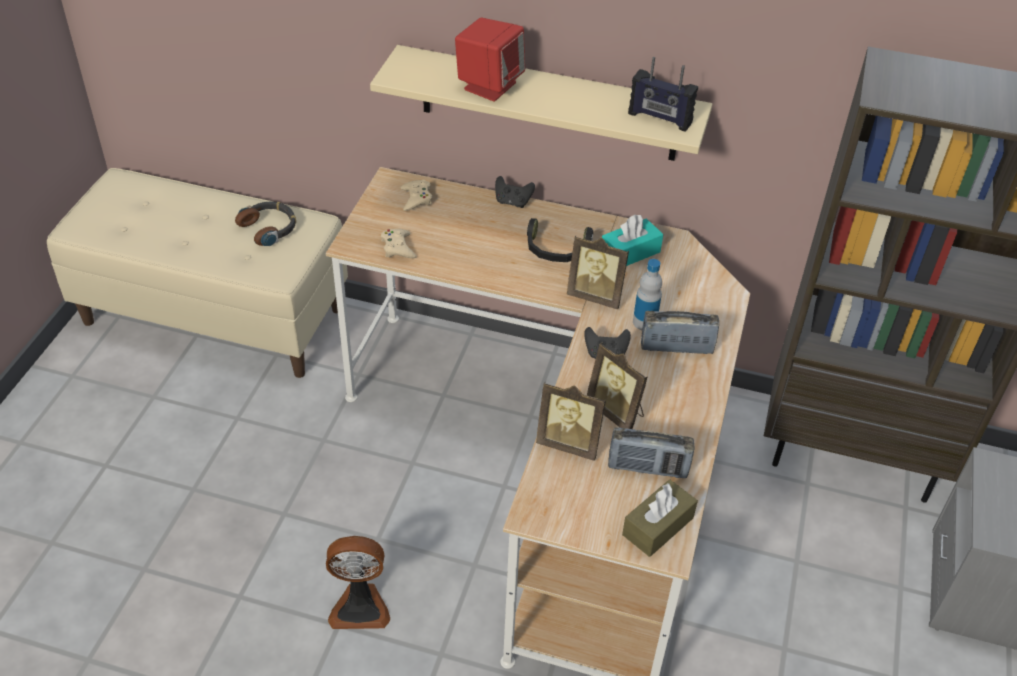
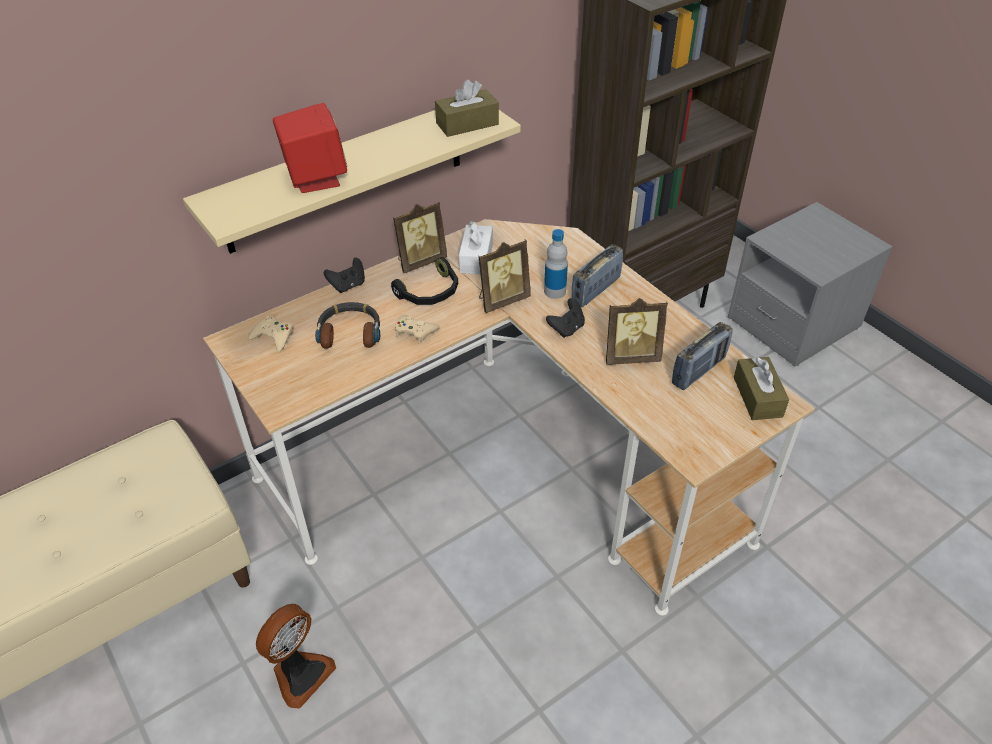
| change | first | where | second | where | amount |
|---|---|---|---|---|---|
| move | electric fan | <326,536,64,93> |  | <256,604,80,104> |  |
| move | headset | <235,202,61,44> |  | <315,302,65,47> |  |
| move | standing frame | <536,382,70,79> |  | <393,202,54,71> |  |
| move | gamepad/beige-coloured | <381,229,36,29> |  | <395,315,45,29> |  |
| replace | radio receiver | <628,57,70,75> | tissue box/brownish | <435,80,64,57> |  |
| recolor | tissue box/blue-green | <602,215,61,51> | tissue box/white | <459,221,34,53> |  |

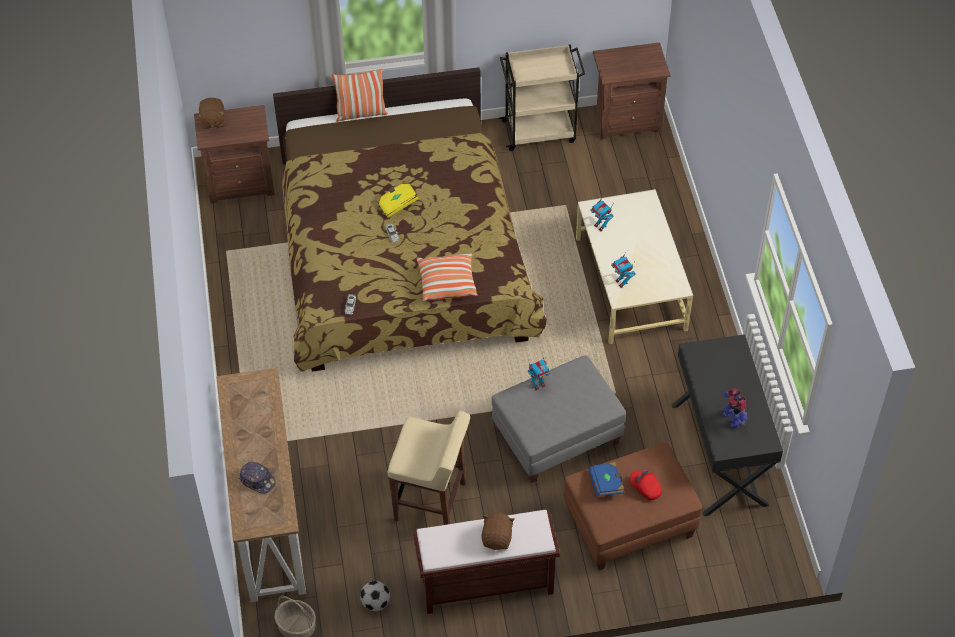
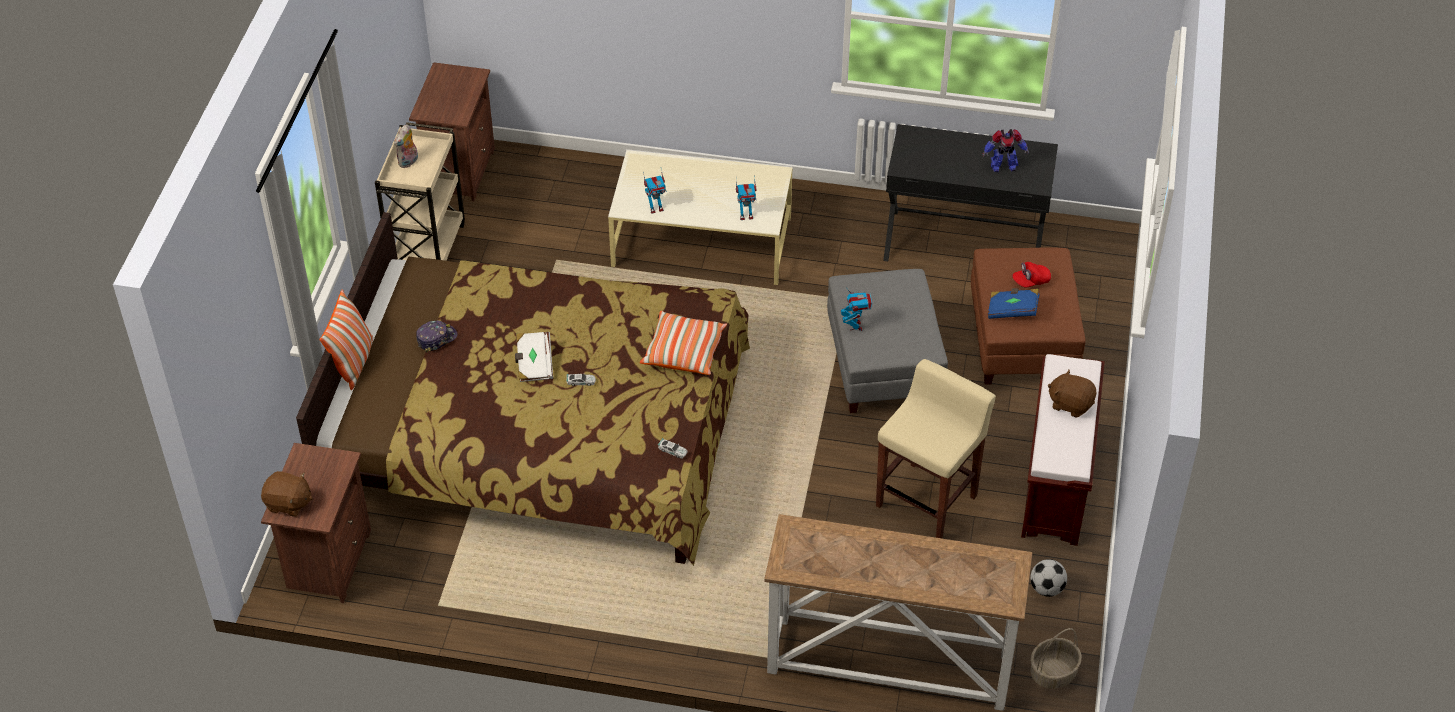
| change | first | where | second | where | amount |
|---|---|---|---|---|---|
| insert |  |  | plush toy | <394,125,24,43> |  |
| move | cap | <239,462,37,32> |  | <416,320,42,32> |  |
| recolor | book/yellowish | <376,180,43,38> | book/white | <515,332,38,50> |  |

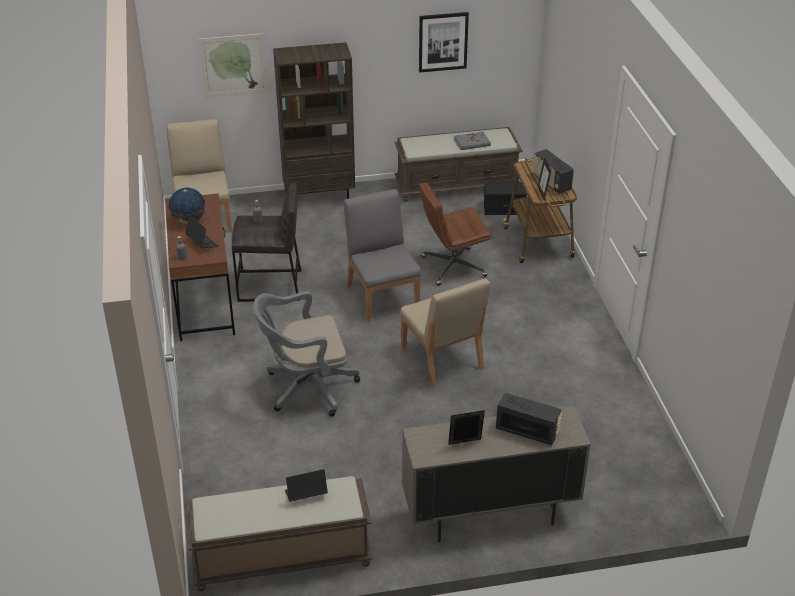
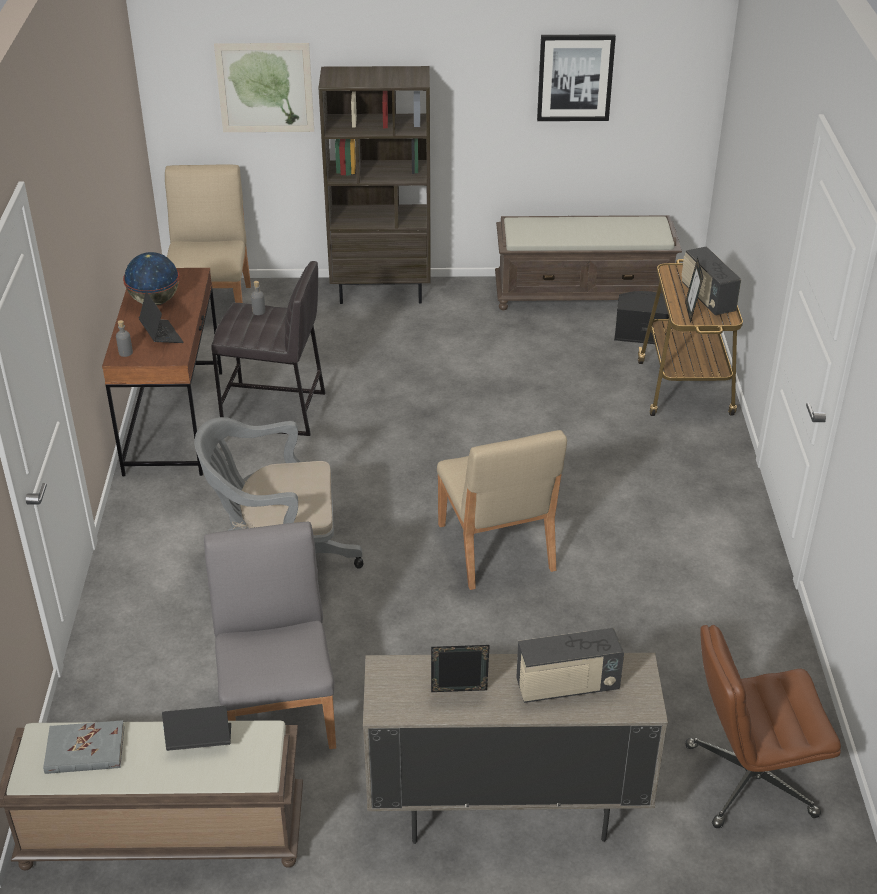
| change | first | where | second | where | amount |
|---|---|---|---|---|---|
| move | book/gray | <454,132,37,18> |  | <43,720,82,54> |  |
| move | chair/gray | <344,189,77,133> |  | <204,522,132,227> |  |
| rotate | radio receiver | <496,393,66,53> |  | <516,628,108,75> | 135 degrees clockwise |
| move | computer chair/brownish | <419,182,72,104> |  | <686,625,155,203> |  |

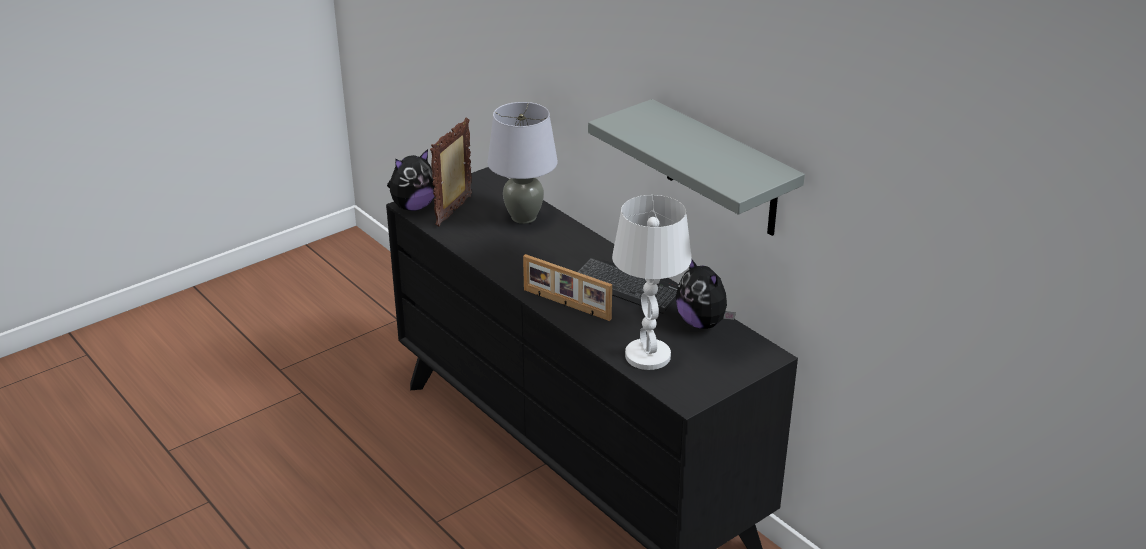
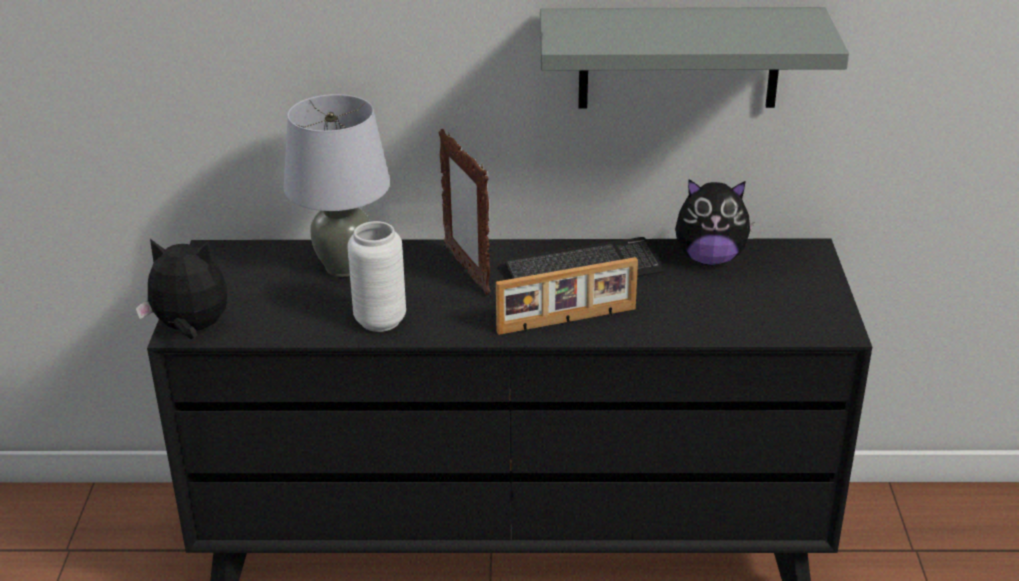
| change | first | where | second | where | amount |
|---|---|---|---|---|---|
| rotate | plush toy | <387,149,48,62> |  | <135,239,92,100> | 90 degrees counterclockwise |
| insert |  |  | vase/white | <347,221,59,111> |  |
| move | standing frame | <430,118,42,108> |  | <439,129,52,166> |  |
| delete | lamp for a table/white | <612,195,80,175> |  |  |  |

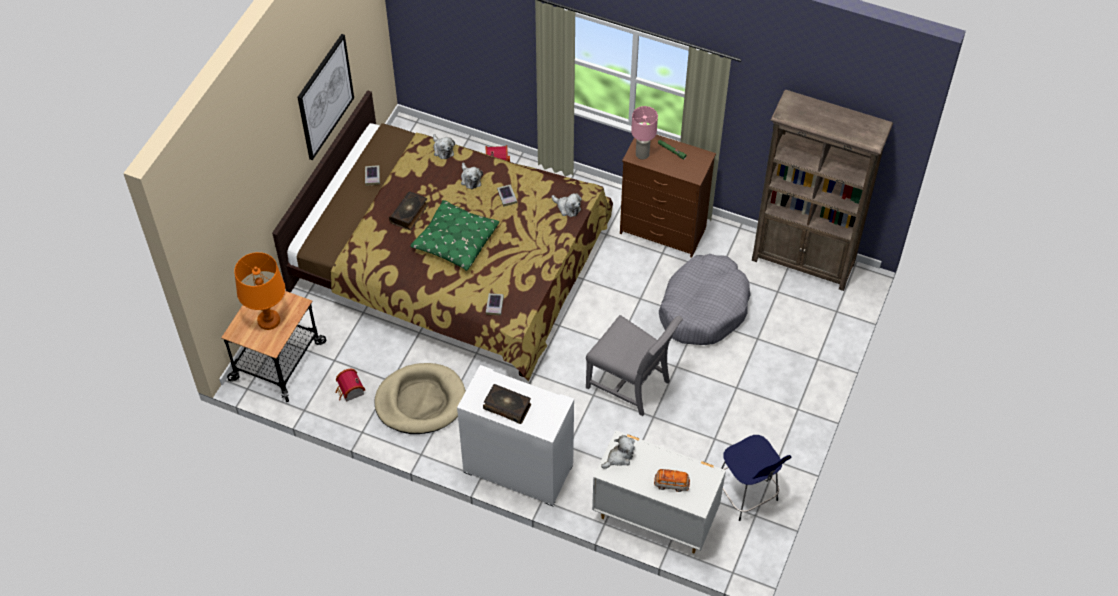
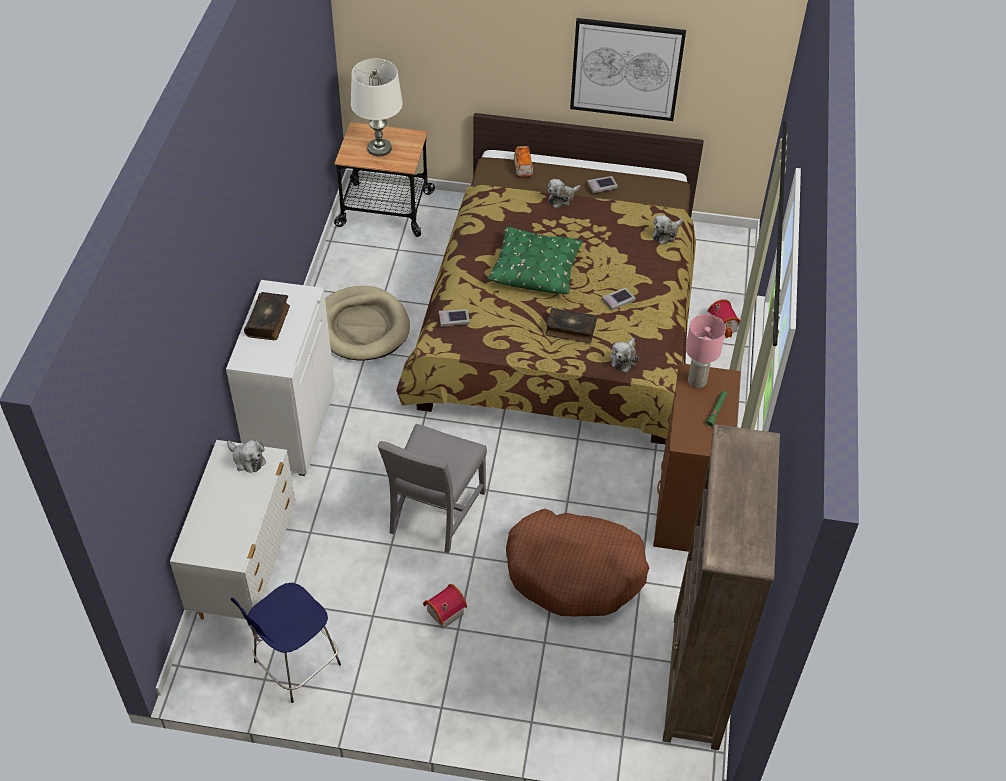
| change | first | where | second | where | amount |
|---|---|---|---|---|---|
| recolor | lamp for a table/orangey | <234,252,51,78> | lamp for a table/white | <351,58,52,99> |  |
| move | miniature house | <336,369,29,33> |  | <423,584,44,45> |  |
| recolor | pet bed/gray | <659,254,92,91> | pet bed/brownish | <506,509,143,107> |  |
| move | toy car | <654,469,36,23> |  | <514,146,20,31> |  |
| move | book | <389,191,39,39> |  | <546,307,51,36> |  |
| move | plush toy | <461,163,22,26> |  | <548,179,33,30> |  |

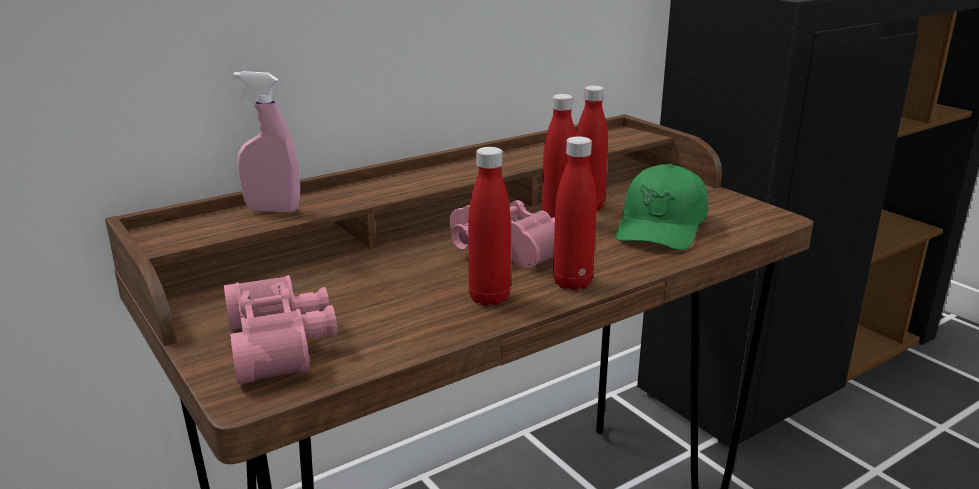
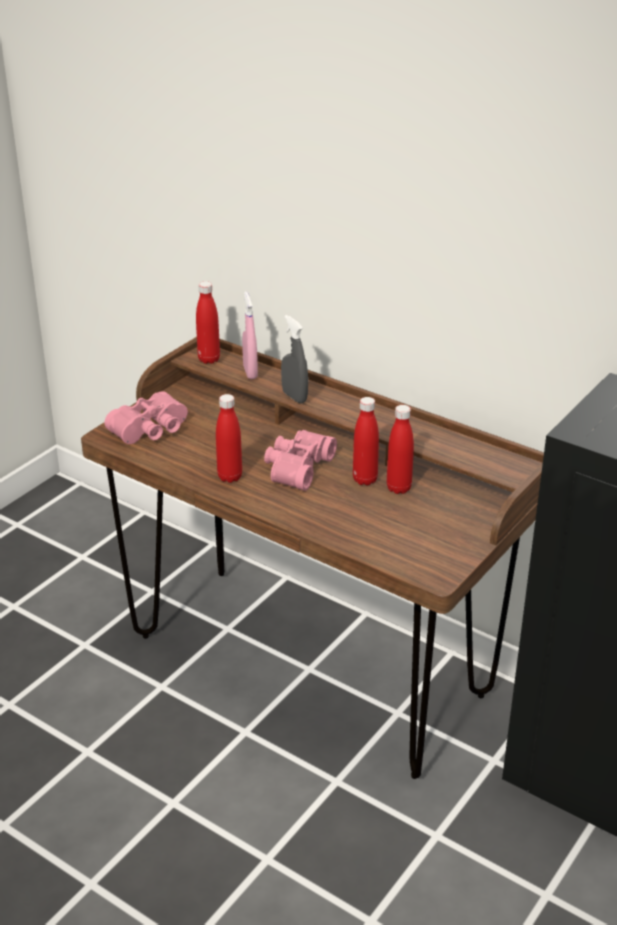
| change | first | where | second | where | amount |
|---|---|---|---|---|---|
| move | bottle/reddish | <553,136,44,154> |  | <196,281,24,83> |  |
| insert |  |  | hand sprayer/gray | <281,315,27,89> |  |
| delete | cap/green | <616,164,92,86> |  |  |  |

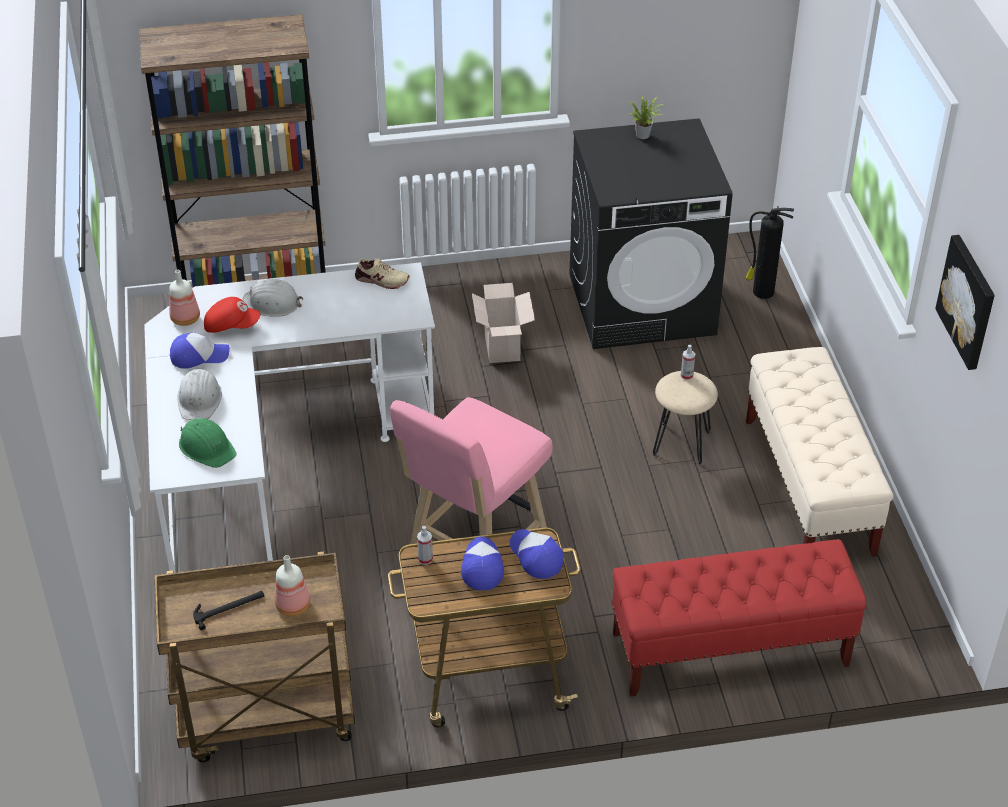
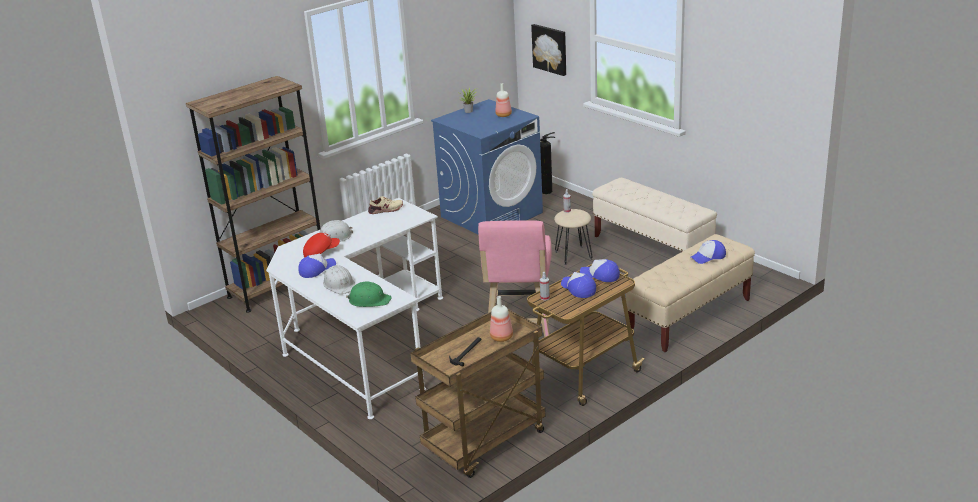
| change | first | where | second | where | amount |
|---|---|---|---|---|---|
| recolor | laundry machine/black-coloured | <569,118,164,231> | laundry machine/bluish | <431,99,112,135> |  |
| move | bottle | <169,270,31,56> |  | <495,83,17,34> |  |
| move | picture | <935,235,60,135> |  | <531,24,35,52> |  |
| recolor | indoor bench/reddish | <612,539,254,158> | indoor bench/beige-coloured | <626,234,129,118> |  |
| insert |  |  | cap | <691,240,35,24> |  |
| delete | cardboard box | <472,283,63,80> |  |  |  |

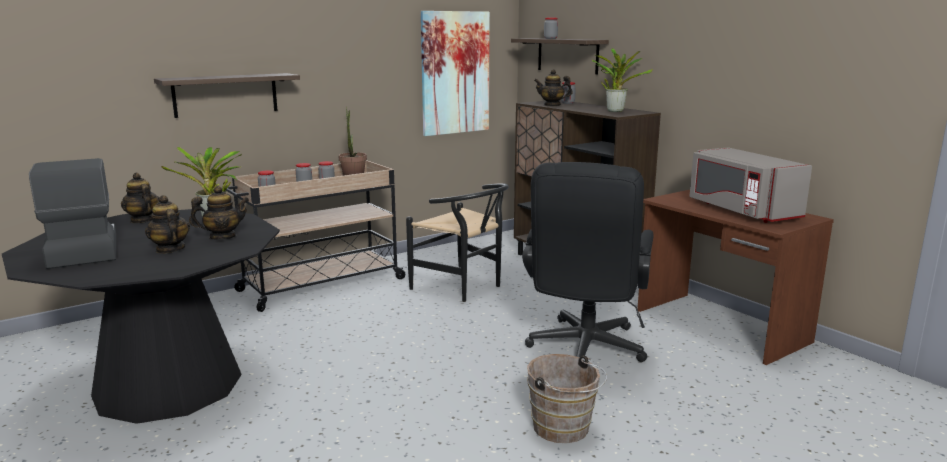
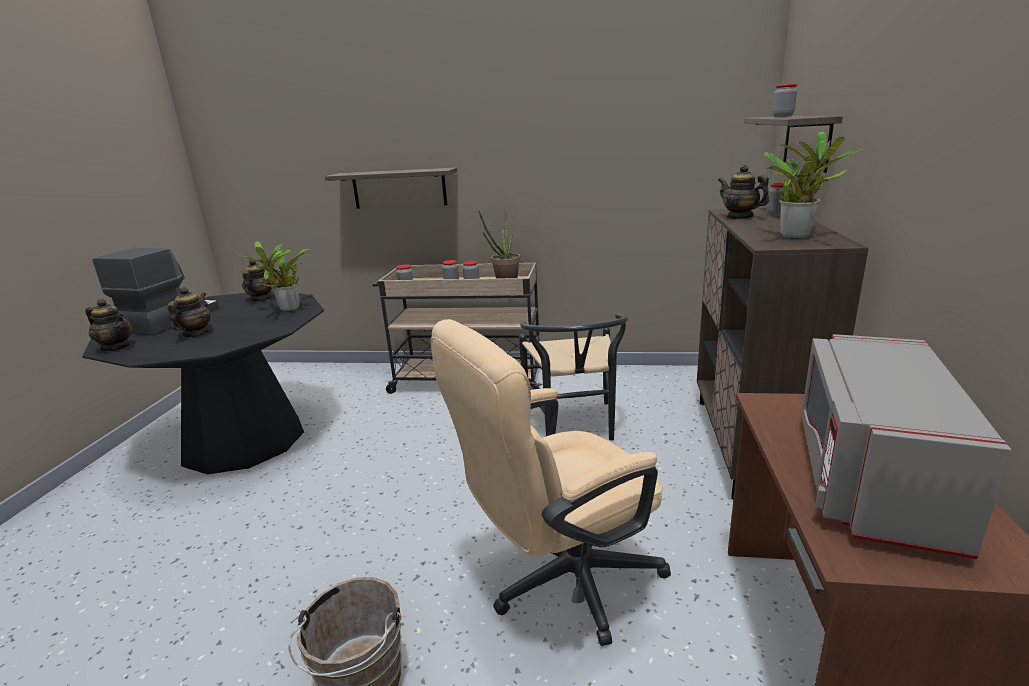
| change | first | where | second | where | amount |
|---|---|---|---|---|---|
| move | pot for tea | <189,186,60,54> |  | <85,299,47,52> |  |
| recolor | computer chair/black-coloured | <522,162,132,200> | computer chair/beige-coloured | <431,319,240,327> |  |
| delete | picture | <421,11,69,125> |  |  |  |

